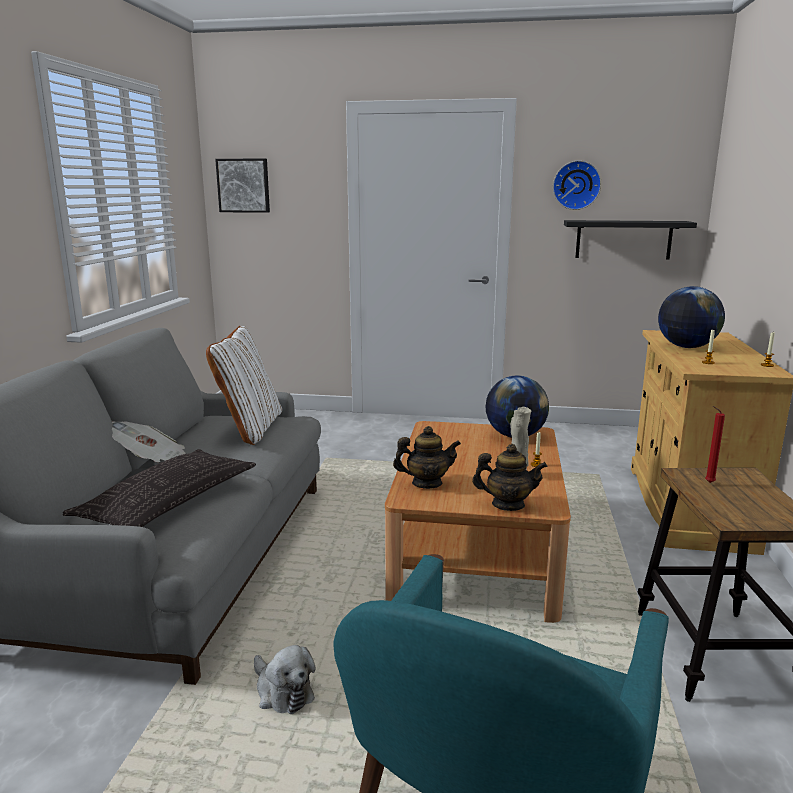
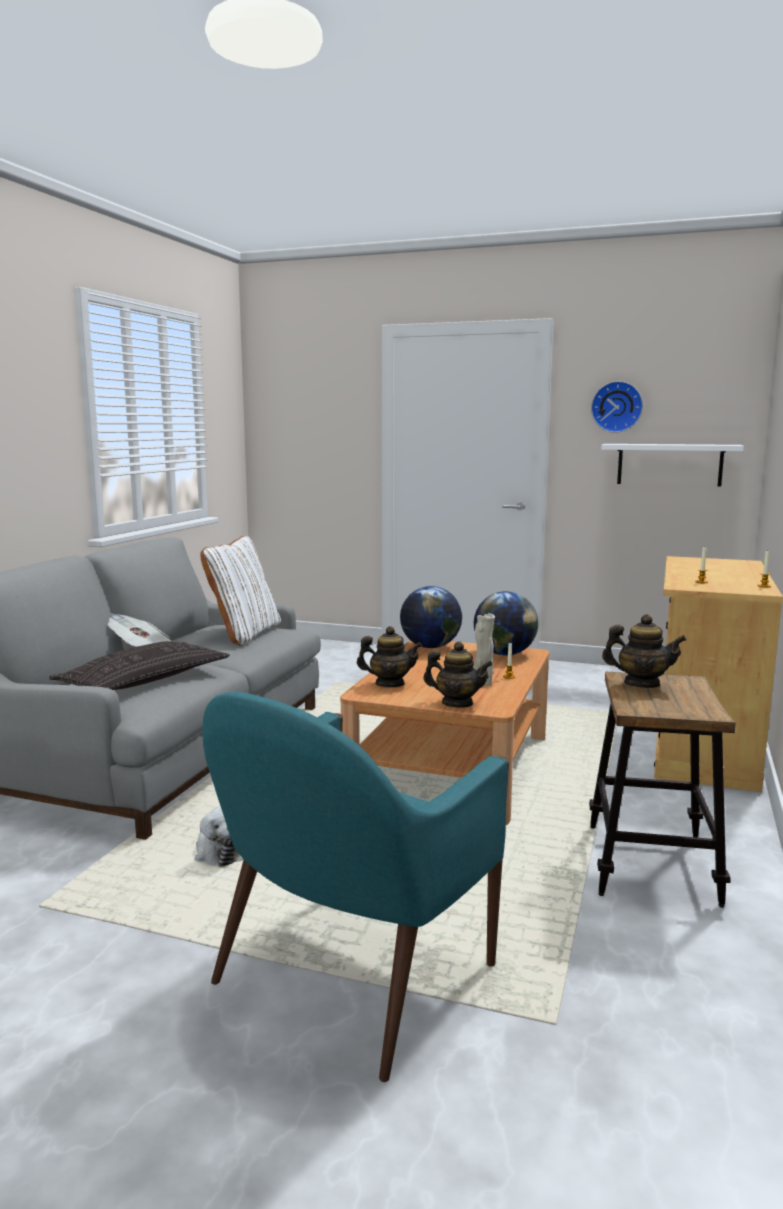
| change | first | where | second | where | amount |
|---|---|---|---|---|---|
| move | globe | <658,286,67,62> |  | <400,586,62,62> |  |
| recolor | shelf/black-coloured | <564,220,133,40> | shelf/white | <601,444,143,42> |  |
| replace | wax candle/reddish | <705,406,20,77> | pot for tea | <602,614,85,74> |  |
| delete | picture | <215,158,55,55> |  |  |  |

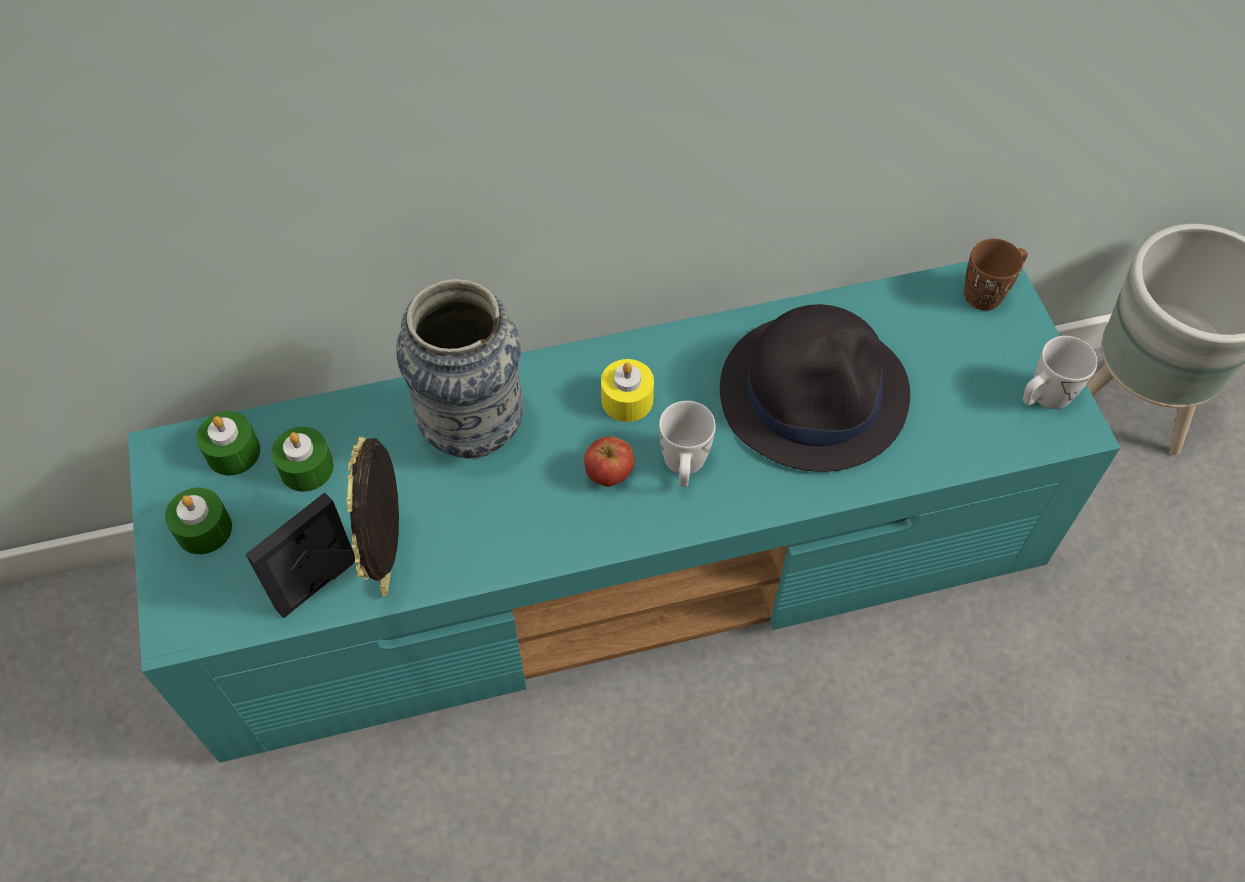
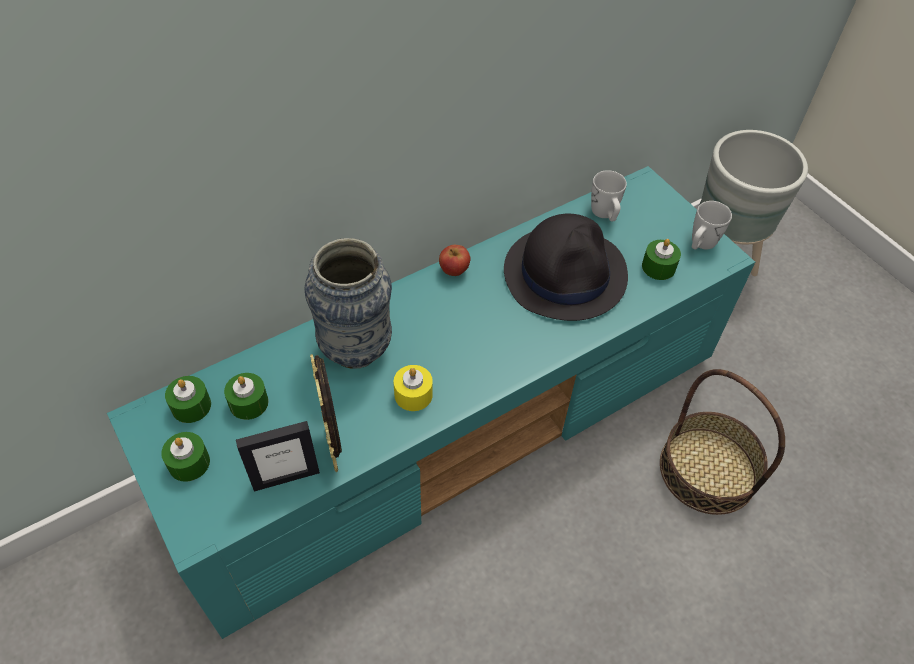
| change | first | where | second | where | amount |
|---|---|---|---|---|---|
| rotate | standing frame | <245,493,110,125> |  | <236,421,84,71> | 135 degrees counterclockwise |
| move | wax candle/yellowish | <601,359,53,63> |  | <394,365,39,46> |  |
| move | apple | <584,436,50,51> |  | <439,245,31,31> |  |
| move | tea mug/white | <659,401,57,86> |  | <591,170,36,52> |  |
| insert |  |  | wax candle/green | <642,239,39,41> |  |
| insert |  |  | storage basket | <660,369,125,146> |  |
| delete | tea mug/brownish | <964,239,64,72> |  |  |  |

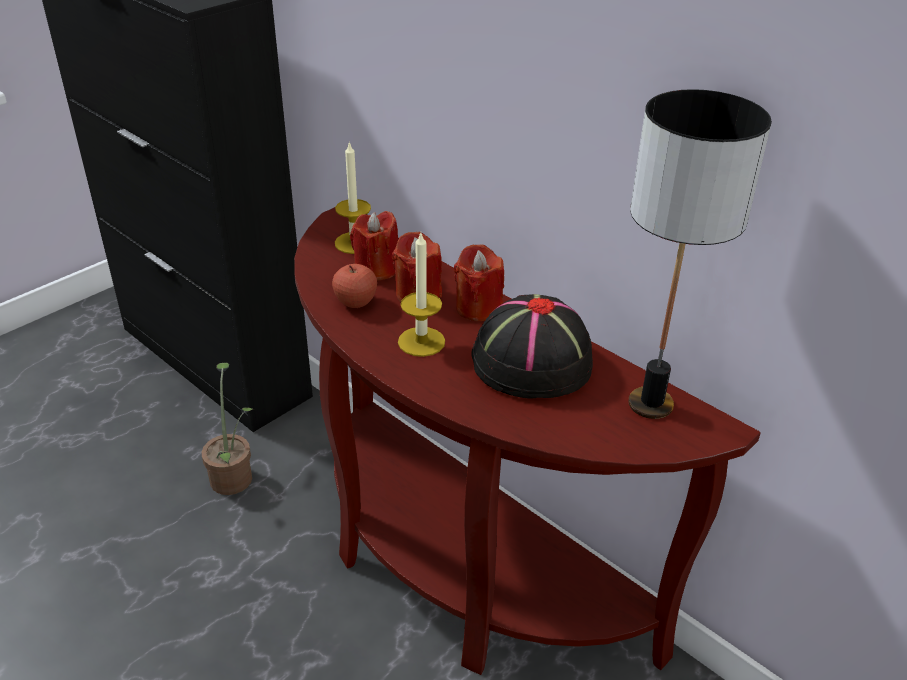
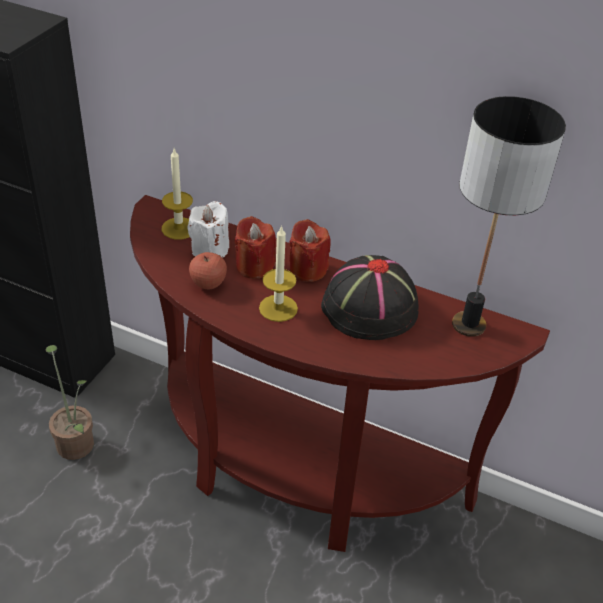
| change | first | where | second | where | amount |
|---|---|---|---|---|---|
| recolor | wax candle/reddish | <350,211,48,70> | wax candle/white | <187,201,42,57> |  |

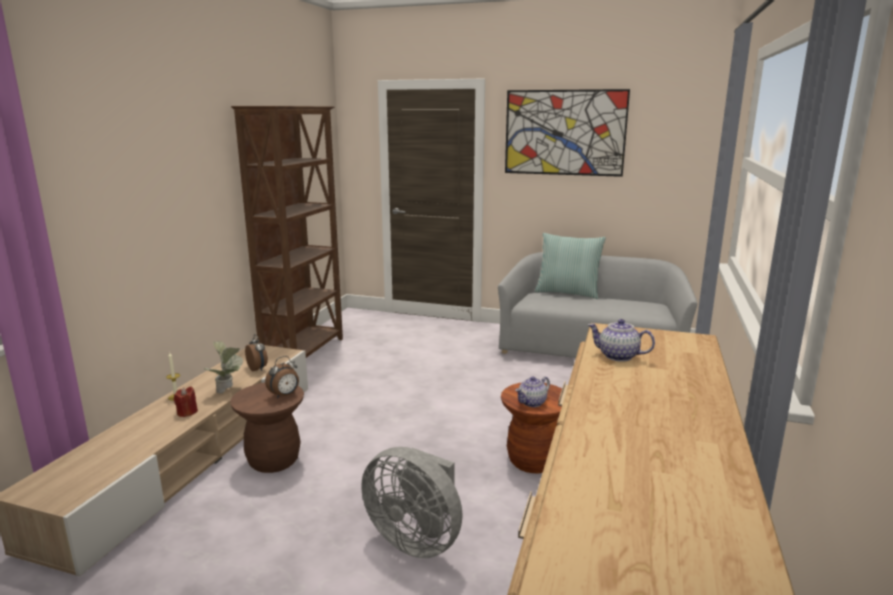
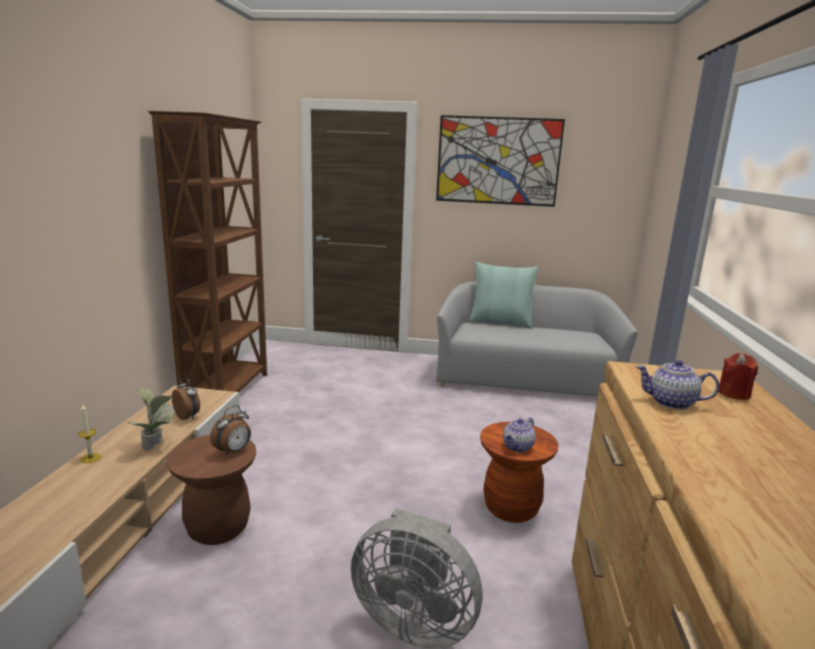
| change | first | where | second | where | amount |
|---|---|---|---|---|---|
| move | wax candle/reddish | <174,386,24,31> |  | <718,353,40,47> |  |

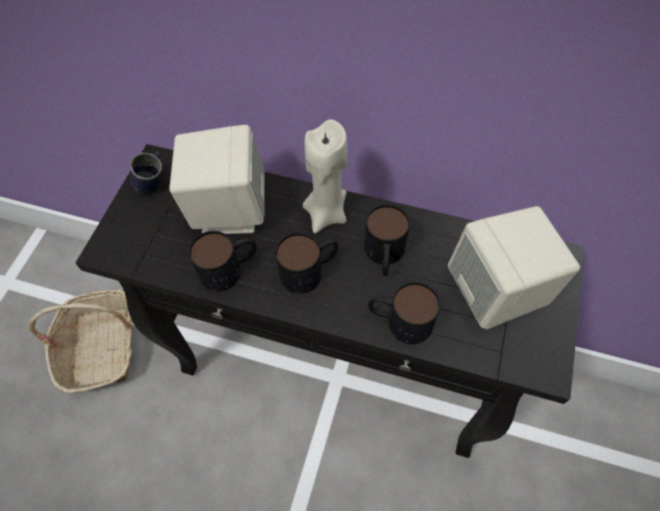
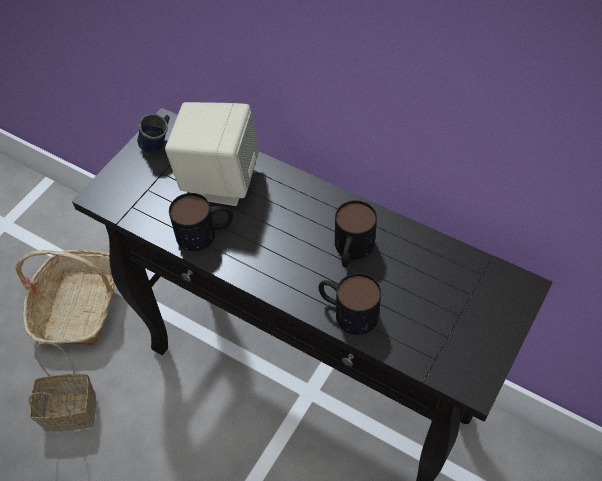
| change | first | where | second | where | amount |
|---|---|---|---|---|---|
| insert |  |  | storage basket | <28,342,68,89> |  |
| delete | tea mug | <275,233,63,61> |  |  |  |
| delete | wax candle/beige-coloured | <303,119,44,114> |  |  |  |
| delete | loudspeaker/beige-coloured | <448,206,132,123> |  |  |  |

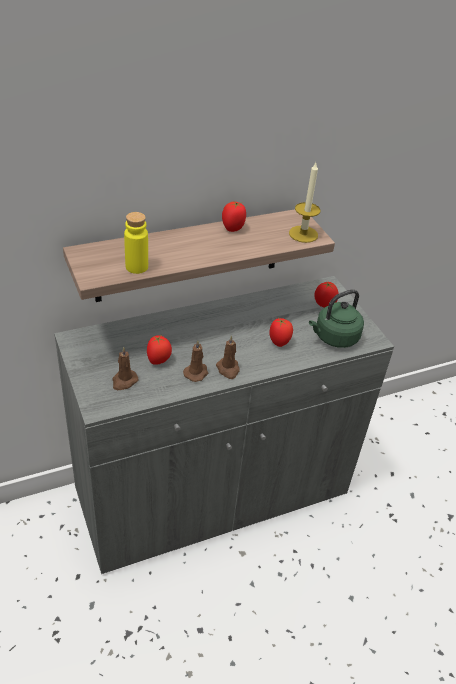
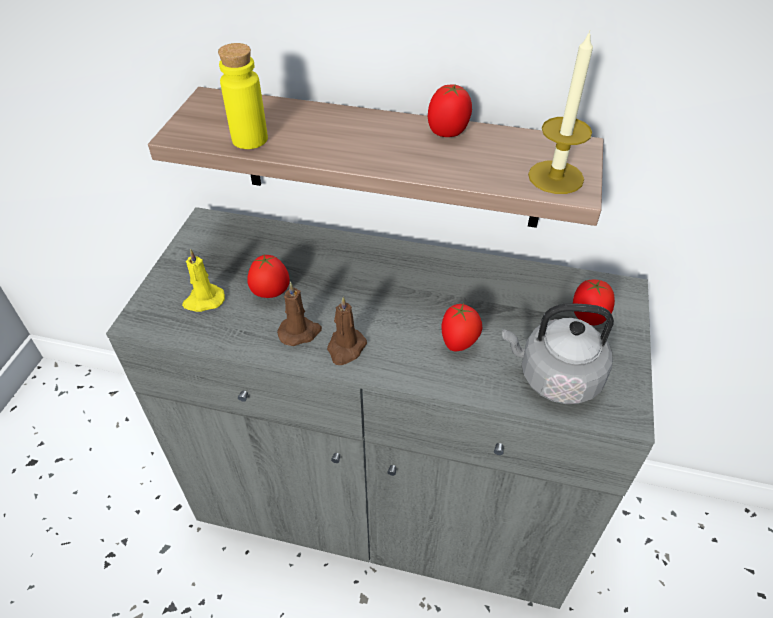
| change | first | where | second | where | amount |
|---|---|---|---|---|---|
| recolor | wax candle/brownish | <112,347,27,43> | wax candle/yellowish | <182,249,43,63> |  |
| recolor | kettle/green | <309,289,55,59> | kettle/gray | <502,303,112,101> |  |

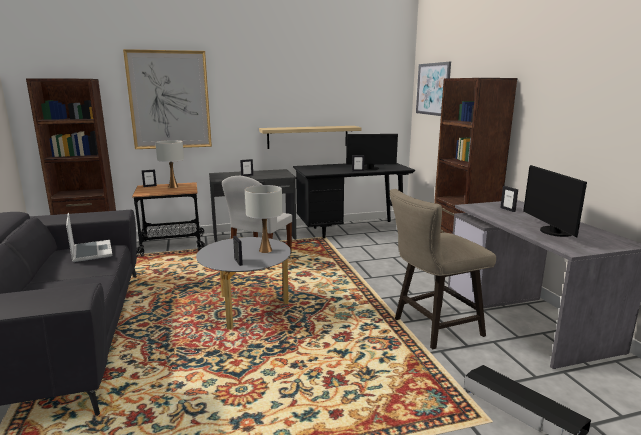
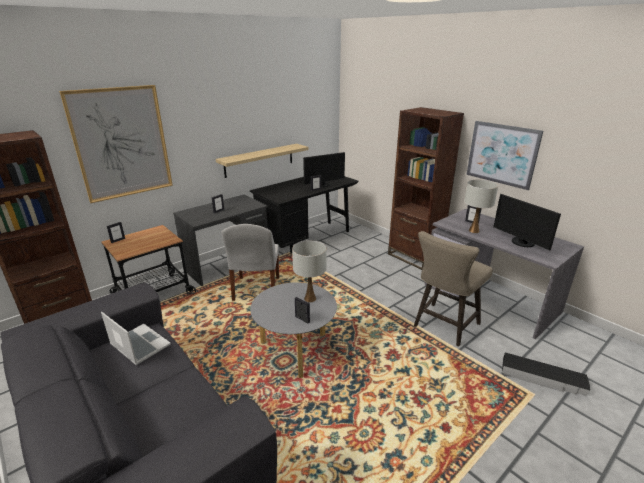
| change | first | where | second | where | amount |
|---|---|---|---|---|---|
| move | lamp for a table/white | <155,140,29,48> |  | <464,179,34,54> |  |
| move | picture | <416,62,35,54> |  | <466,121,77,69> |  |

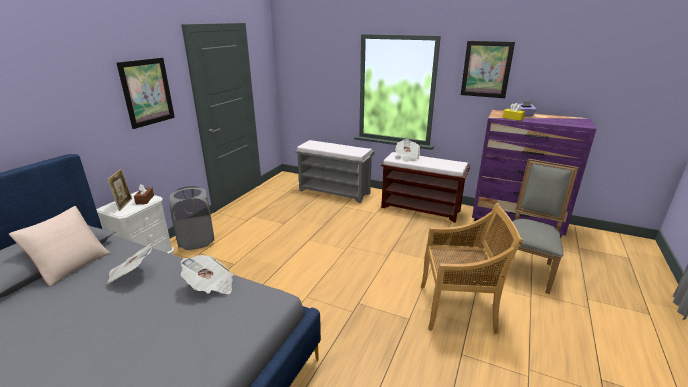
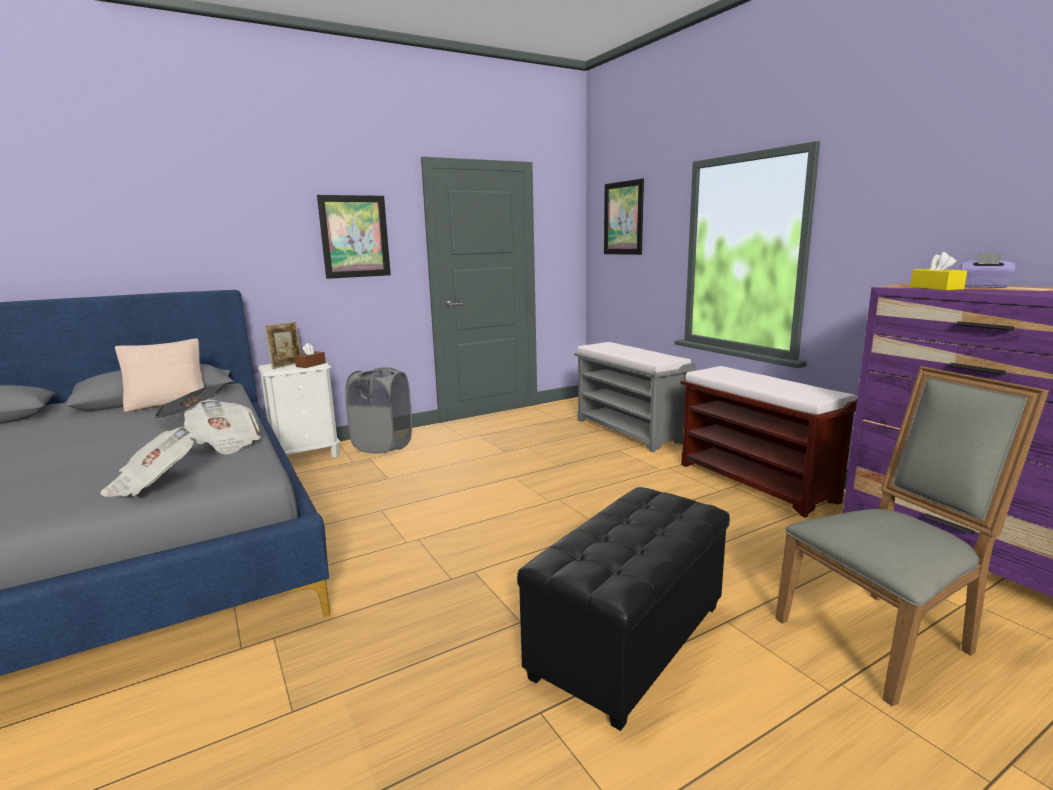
| change | first | where | second | where | amount |
|---|---|---|---|---|---|
| move | printed paper | <395,139,25,23> |  | <101,426,92,71> |  |
| replace | chair/beige-coloured | <421,203,102,131> | ottoman/black-coloured | <517,487,213,244> |  |
| move | picture | <461,41,54,57> |  | <604,179,40,76> |  |

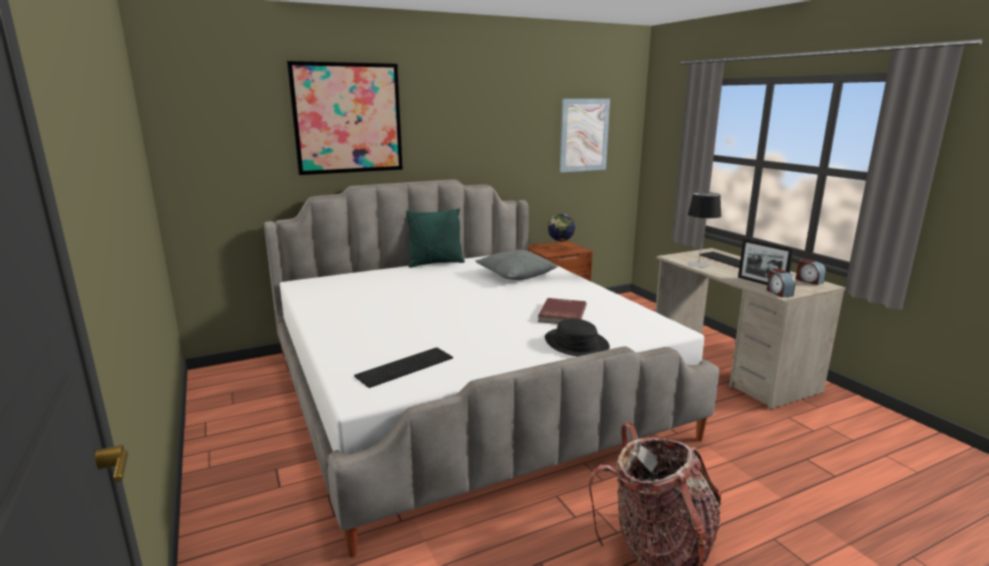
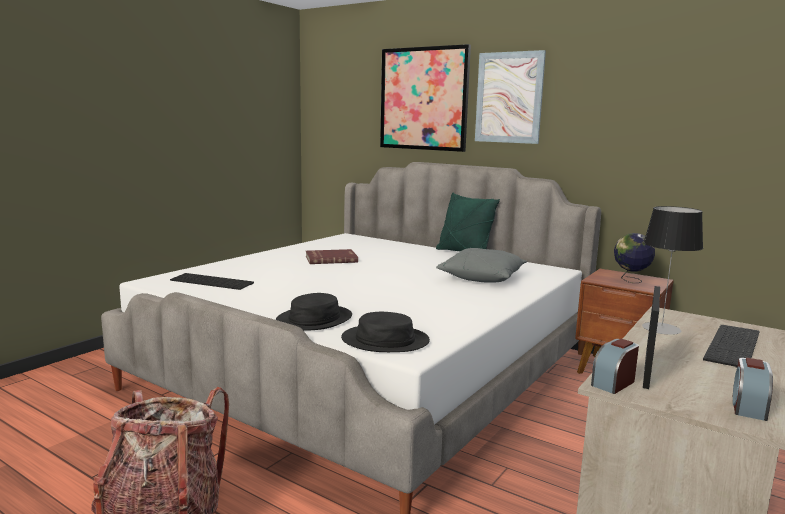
| change | first | where | second | where | amount |
|---|---|---|---|---|---|
| move | book/reddish | <538,298,48,26> |  | <306,249,52,15> |  |
| insert |  |  | wearable hat/black-coloured | <341,312,89,40> |  |
| move | picture | <560,99,50,73> |  | <475,50,71,94> |  |

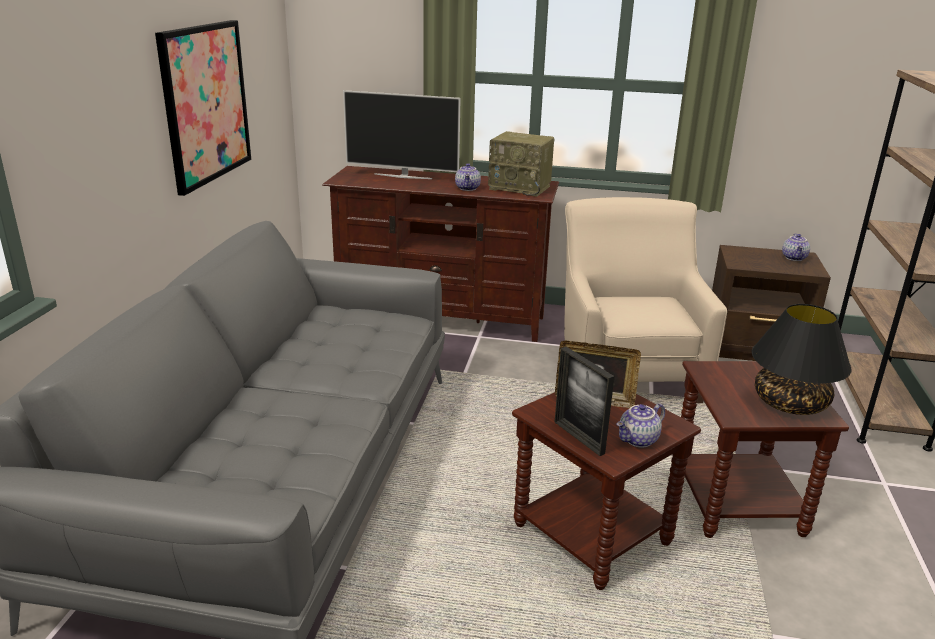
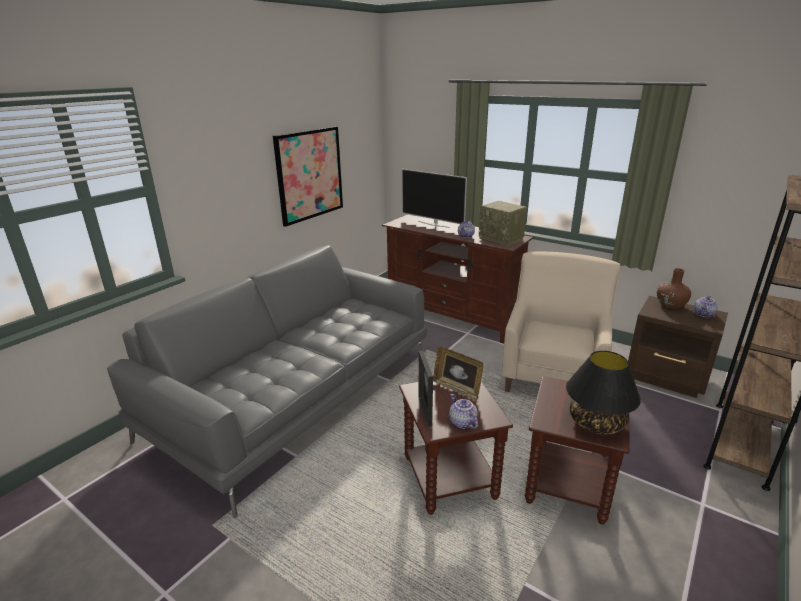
| change | first | where | second | where | amount |
|---|---|---|---|---|---|
| rotate | pot for tea | <616,403,49,44> |  | <449,394,29,35> | 75 degrees clockwise |
| insert |  |  | vase/brownish | <657,268,34,41> |  |

